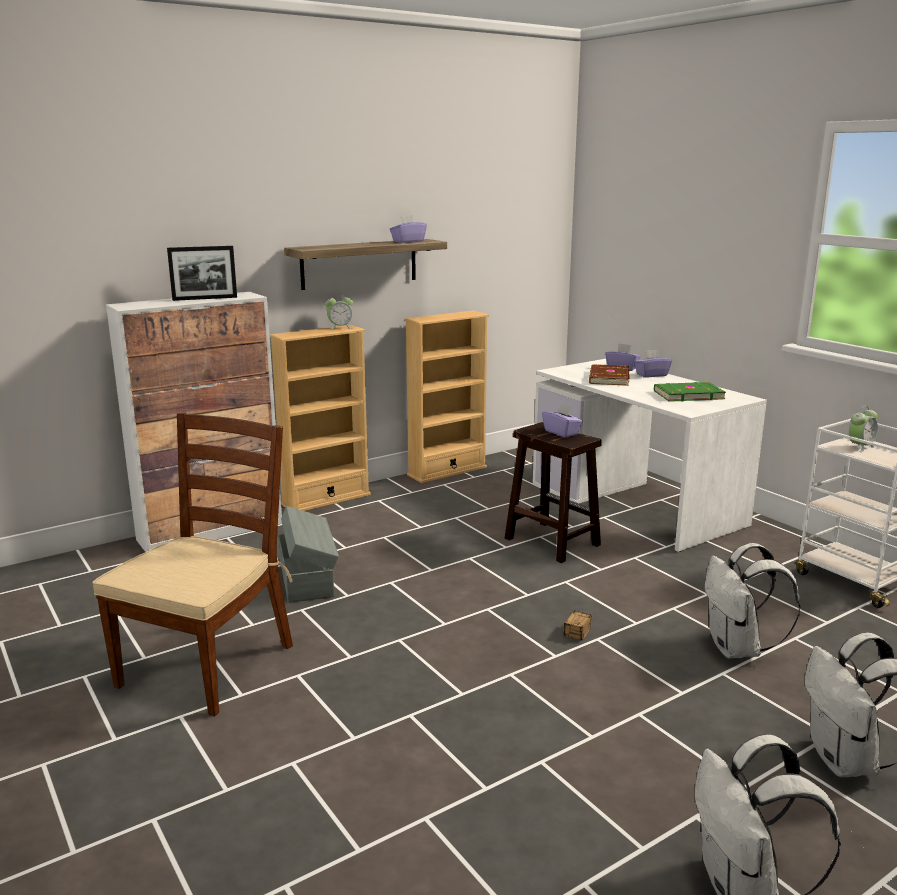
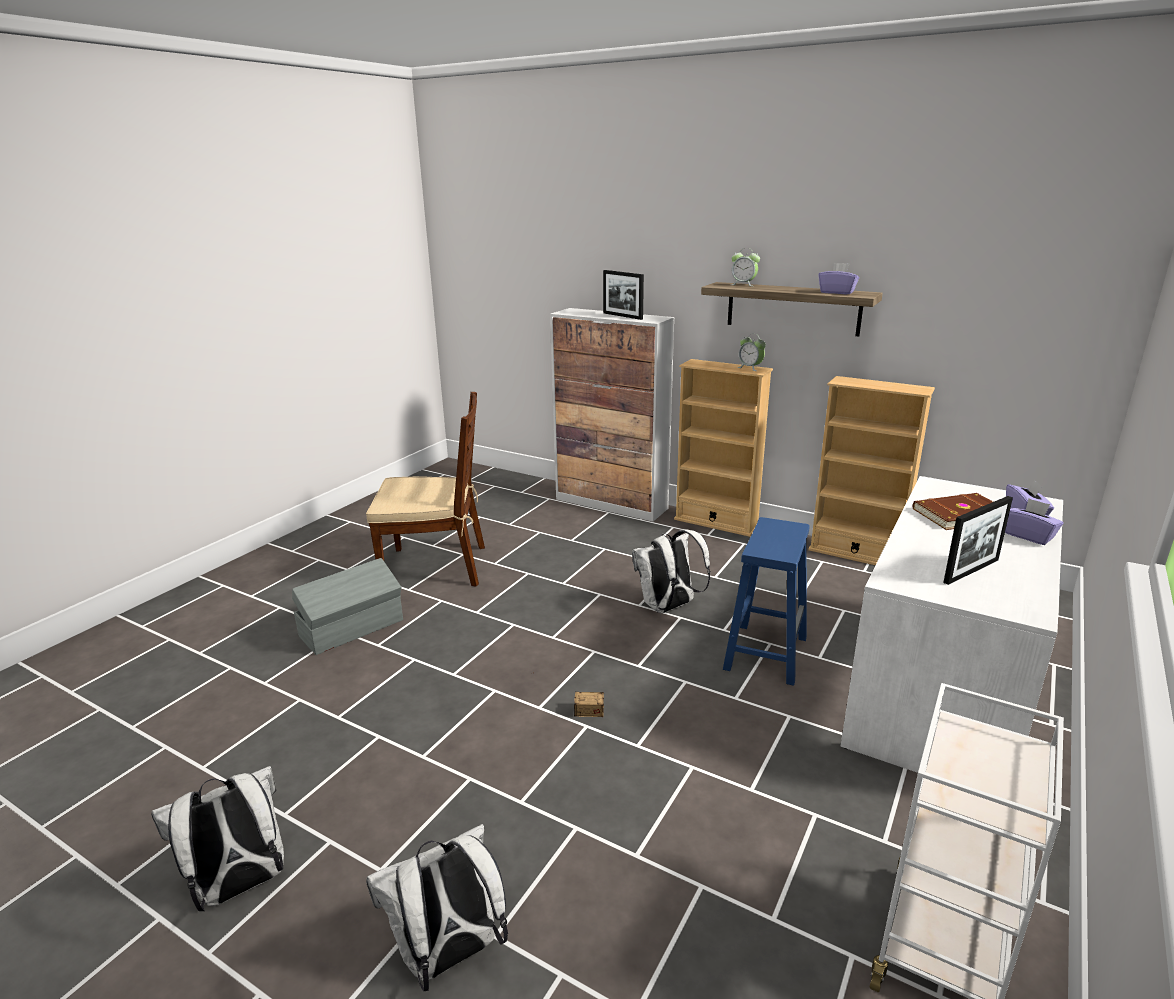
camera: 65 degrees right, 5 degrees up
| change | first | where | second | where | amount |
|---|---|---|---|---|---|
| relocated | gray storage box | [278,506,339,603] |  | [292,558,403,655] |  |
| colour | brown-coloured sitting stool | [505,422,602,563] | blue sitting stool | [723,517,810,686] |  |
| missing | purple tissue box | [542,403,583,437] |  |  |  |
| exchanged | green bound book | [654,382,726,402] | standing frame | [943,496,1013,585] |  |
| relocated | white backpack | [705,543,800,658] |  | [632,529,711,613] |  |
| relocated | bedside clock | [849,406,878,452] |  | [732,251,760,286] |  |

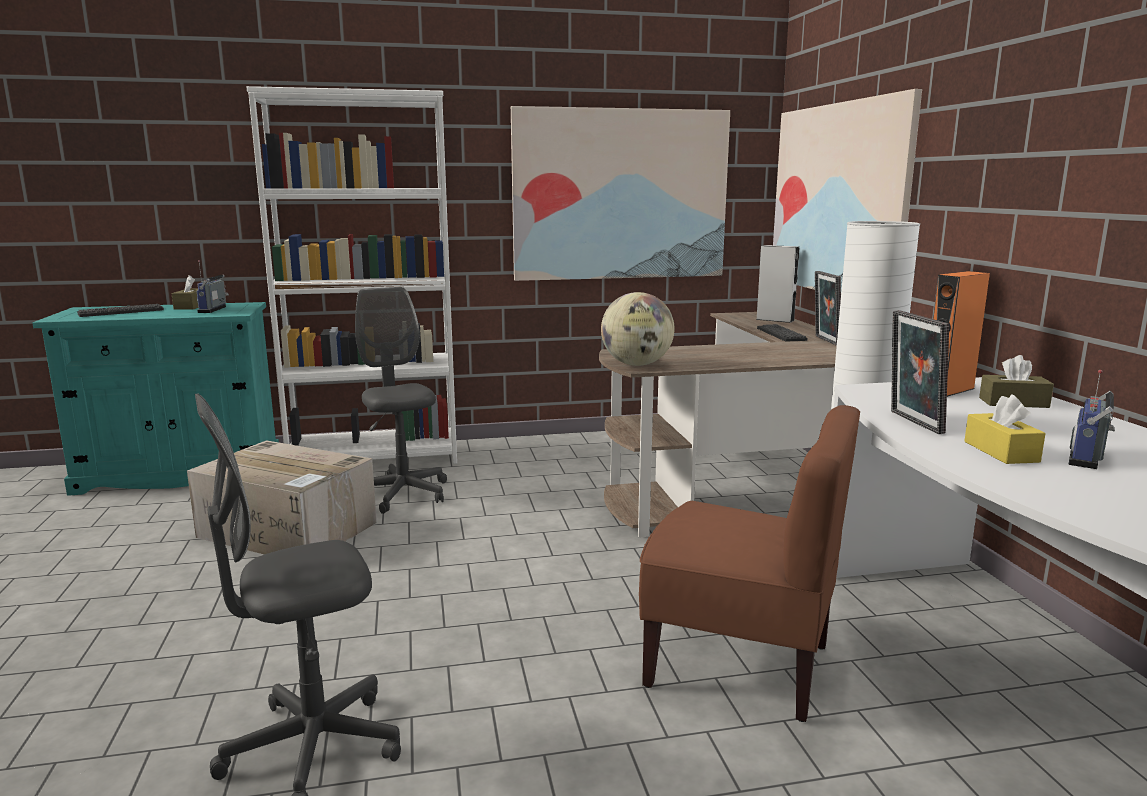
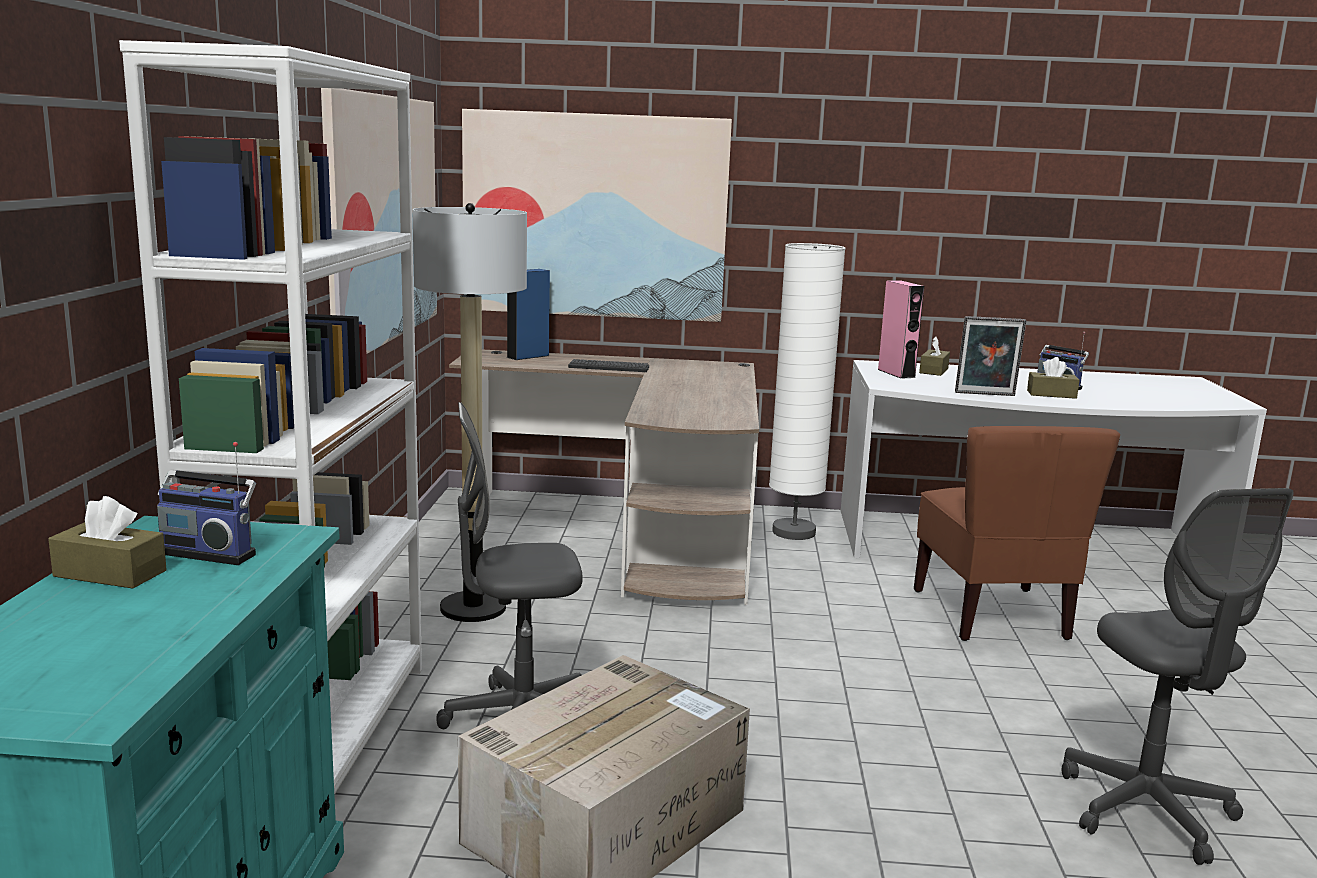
camera: 75 degrees left, 0 degrees up
| change | first | where | second | where | amount |
|---|---|---|---|---|---|
| missing | PC keyboard | [77,304,164,317] |  |  |  |
| missing | desk globe | [601,292,675,366] |  |  |  |
| spun | brown-coloured chair | [639,405,860,722] |  | [914,426,1120,641] | 135 degrees clockwise |
| colour | gray loudspeaker | [756,245,799,323] | blue loudspeaker | [506,269,550,360] |  |
| missing | standing frame | [815,271,841,346] |  |  |  |
| colour | orangey loudspeaker | [933,271,990,397] | pink-coloured loudspeaker | [877,280,924,379] |  |
| colour | yellow-coloured tissue box | [964,394,1046,464] | brown-coloured tissue box | [1027,357,1080,399] |  |
| appeared |  |  | standard lamp | [412,203,527,622] |  |

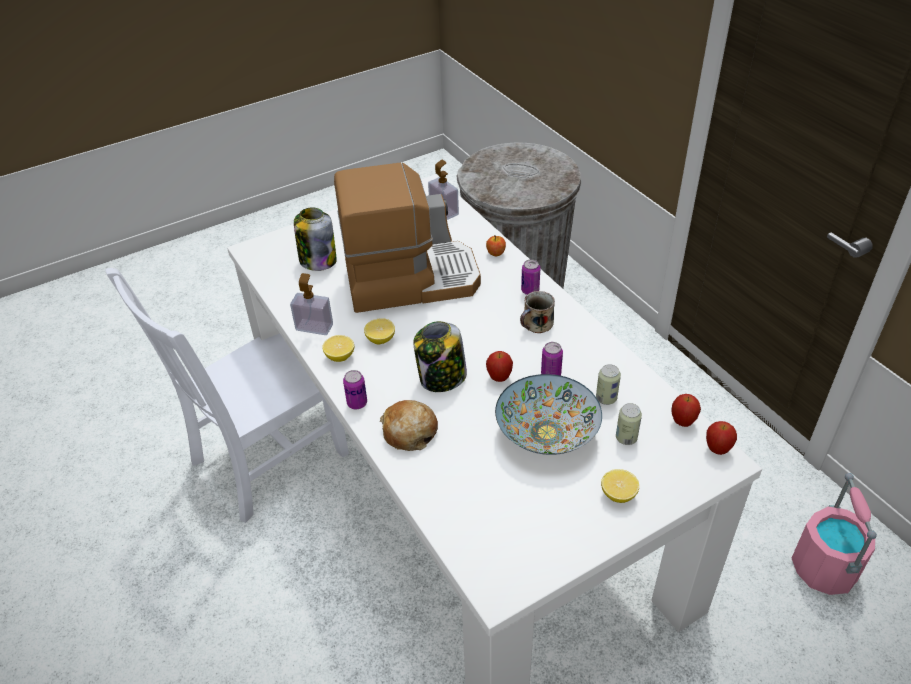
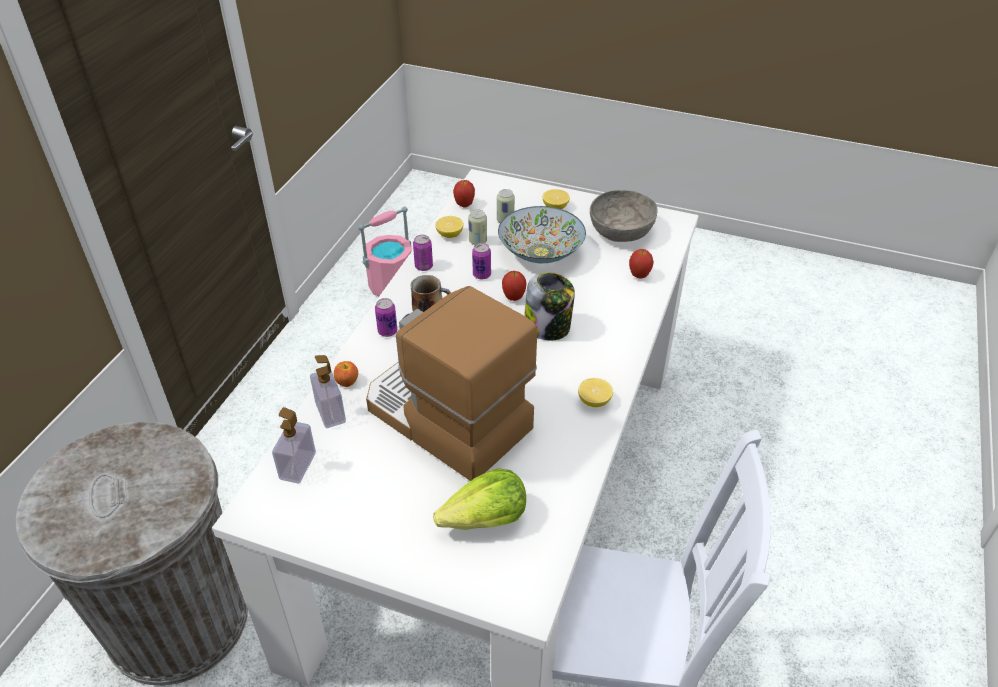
camera: 130 degrees left, 0 degrees up
| change | first | where | second | where | amount |
|---|---|---|---|---|---|
| relocated | soap bottle | [290,273,333,335] |  | [310,355,346,428] |  |
| exchanged | jar | [294,208,337,271] | head of lettuce | [433,468,526,530] |  |
| relocated | metal can | [343,370,367,409] |  | [413,235,433,271] |  |
| relocated | whole lemon | [364,318,395,345] |  | [435,216,463,238] |  |
| missing | bread | [380,400,438,451] |  |  |  |
| relocated | apple | [706,421,737,455] |  | [629,249,654,279] |  |
| appeared |  |  | gray serving bowl | [590,190,658,242] |  |

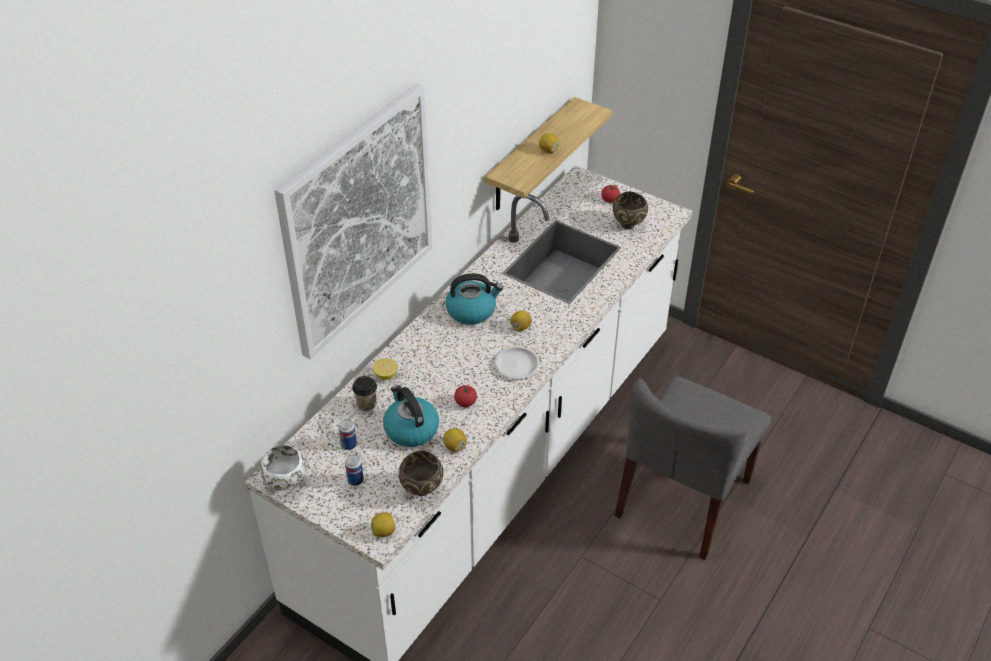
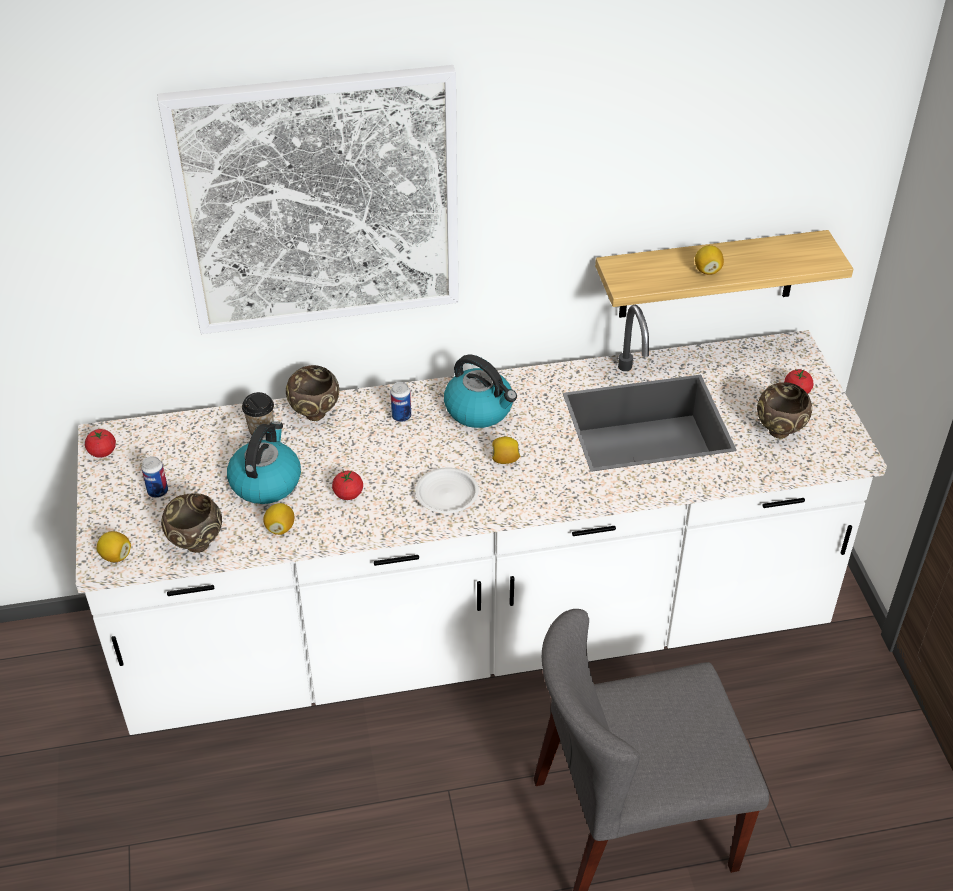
camera: 45 degrees right, 0 degrees up
| change | first | where | second | where | amount |
|---|---|---|---|---|---|
| exchanged | white serving bowl | [260,445,306,490] | whole tomato | [85,429,116,458] |  |
| relocated | metal can | [338,419,357,450] |  | [390,382,411,422] |  |
| exchanged | whole lemon | [373,358,398,380] | brown-coloured serving bowl | [286,365,339,421] |  |

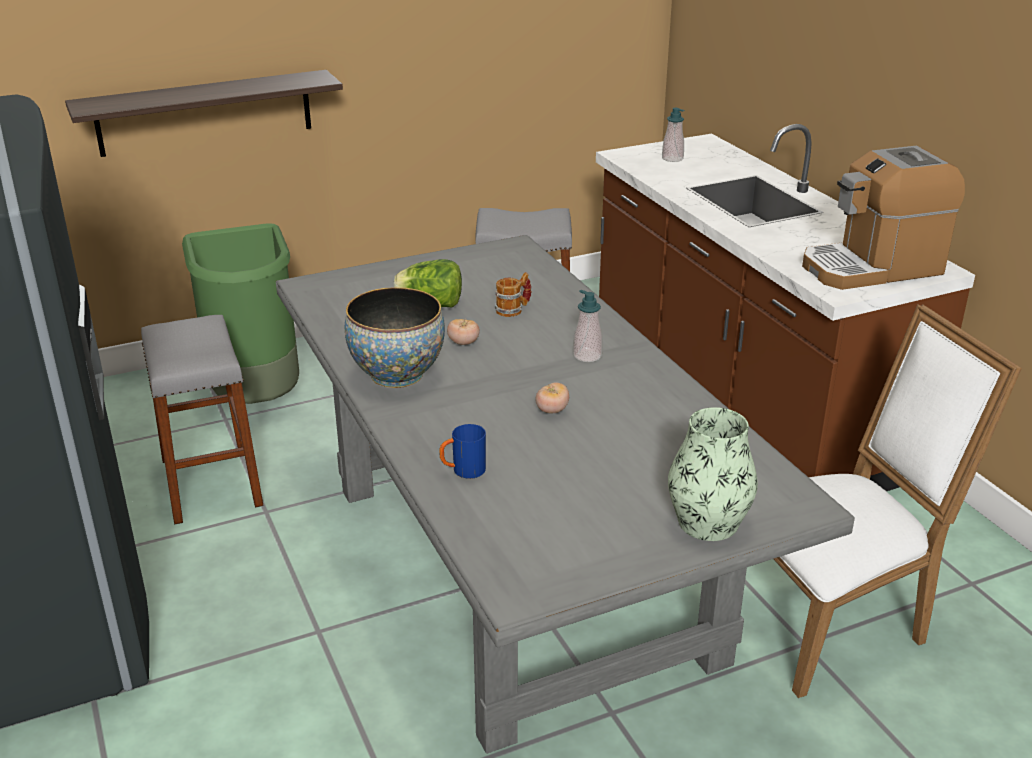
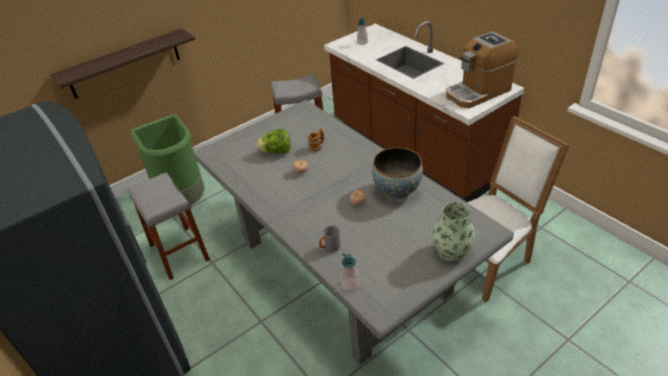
camera: 10 degrees left, 10 degrees up
| change | first | where | second | where | amount |
|---|---|---|---|---|---|
| relocated | serving bowl | [345,287,445,388] |  | [372,147,423,200] |  |
| colour | blue coffee mug | [439,424,486,479] | gray coffee mug | [319,226,341,252] |  |
| relocated | soap bottle | [573,290,603,362] |  | [341,253,360,291] |  |

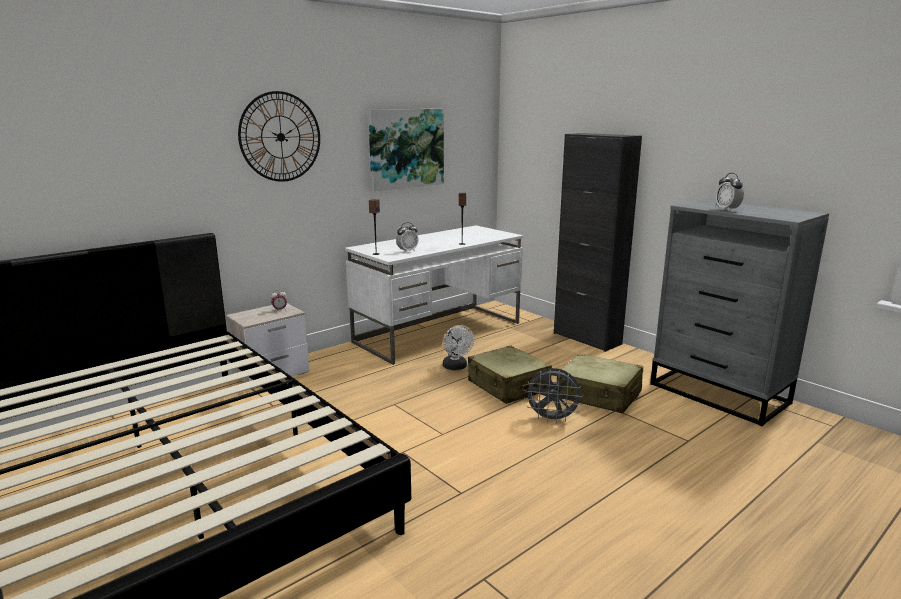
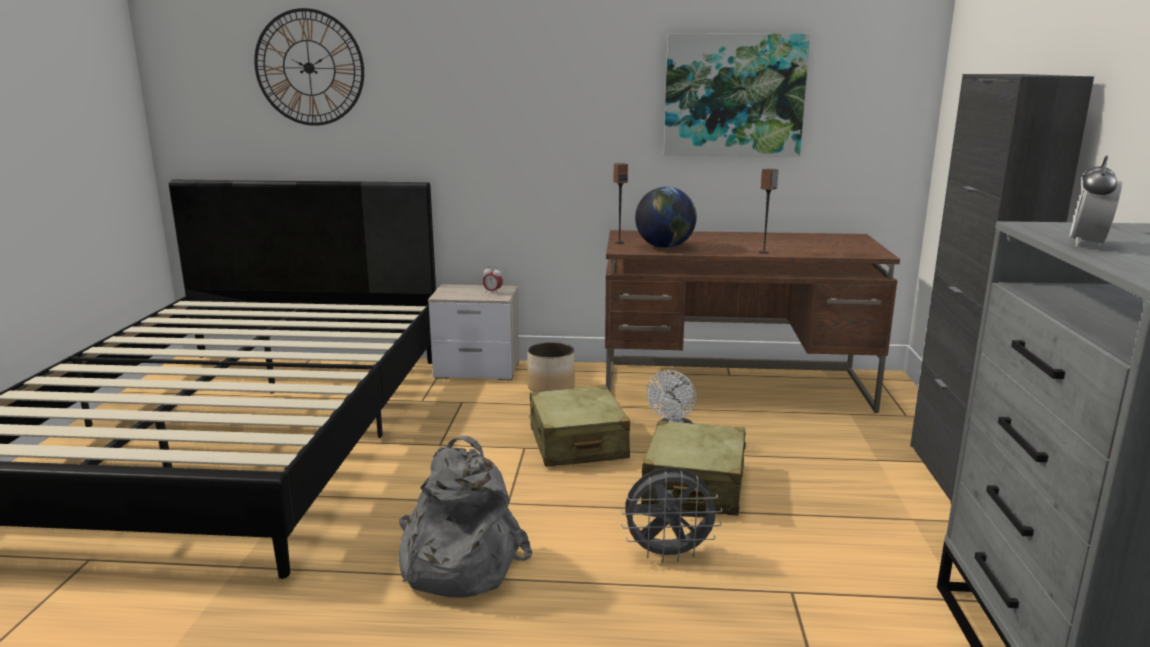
camera: 45 degrees right, 0 degrees up
| change | first | where | second | where | amount |
|---|---|---|---|---|---|
| relocated | clock on the wall | [238,91,320,182] |  | [254,8,364,126] |  |
| colour | white desk table | [345,225,523,365] | brown-coloured desk table | [605,230,900,413] |  |
| exchanged | bedside clock | [396,222,419,253] | desk globe | [635,187,697,248] |  |
| spun | gray electric fan | [524,368,583,423] |  | [621,468,723,562] | 60 degrees counterclockwise |
| relocated | beige-coloured suitcase | [557,354,643,414] |  | [529,385,630,467] |  |
| appeared |  |  | gray backpack | [398,436,532,598] |  |
| appeared |  |  | planter | [527,342,575,392] |  |

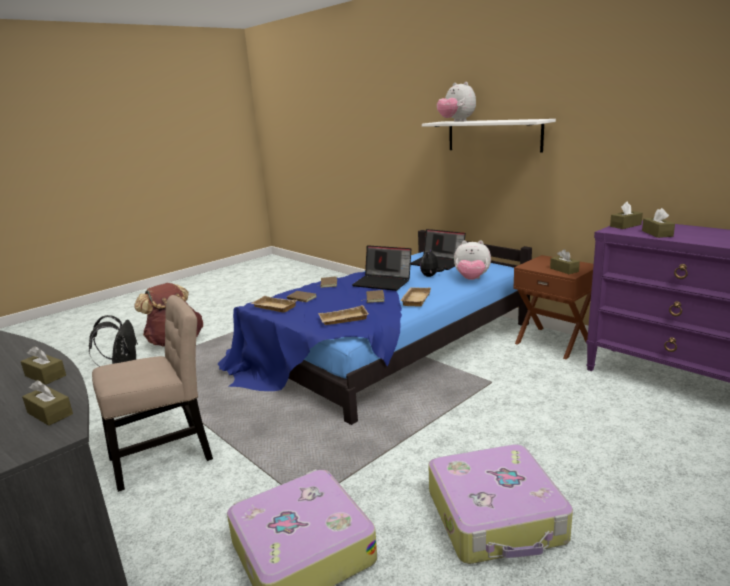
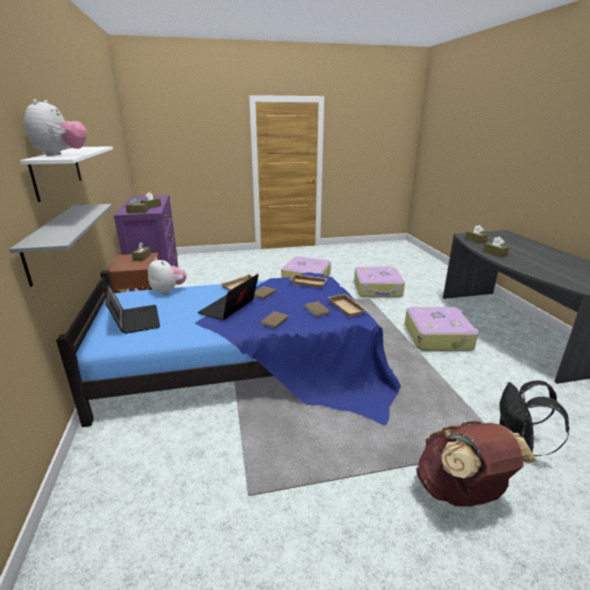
camera: 150 degrees left, 5 degrees up
| change | first | where | second | where | amount |
|---|---|---|---|---|---|
| exchanged | beige-coloured chair | [92,295,213,492] | suitcase | [405,307,479,351] |  |
| spun | laptop | [352,245,411,291] |  | [198,274,258,320] | 120 degrees counterclockwise |
| missing | plush toy | [420,248,445,277] |  |  |  |
| appeared |  |  | gray wall shelf | [9,204,112,287] |  |

